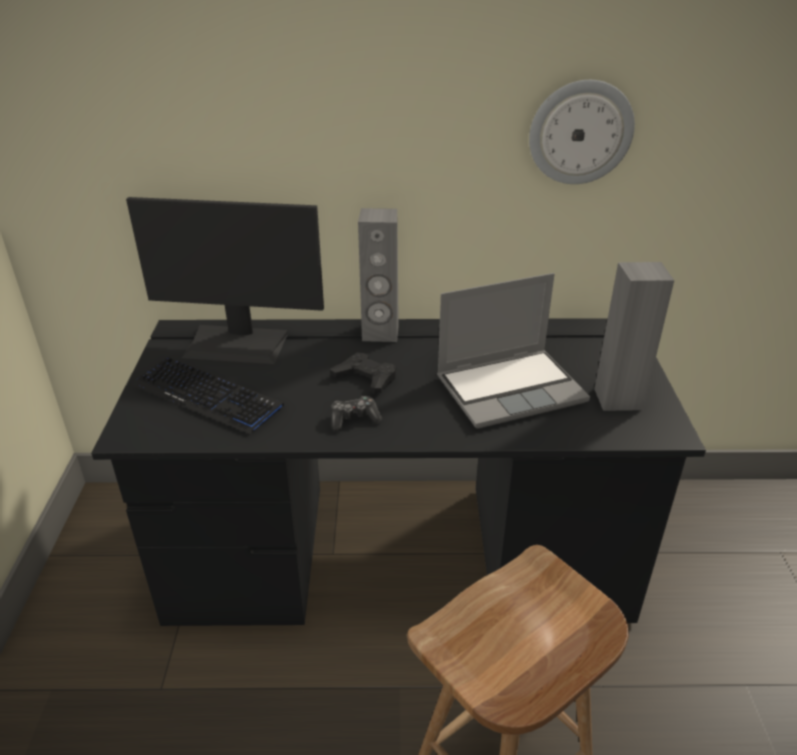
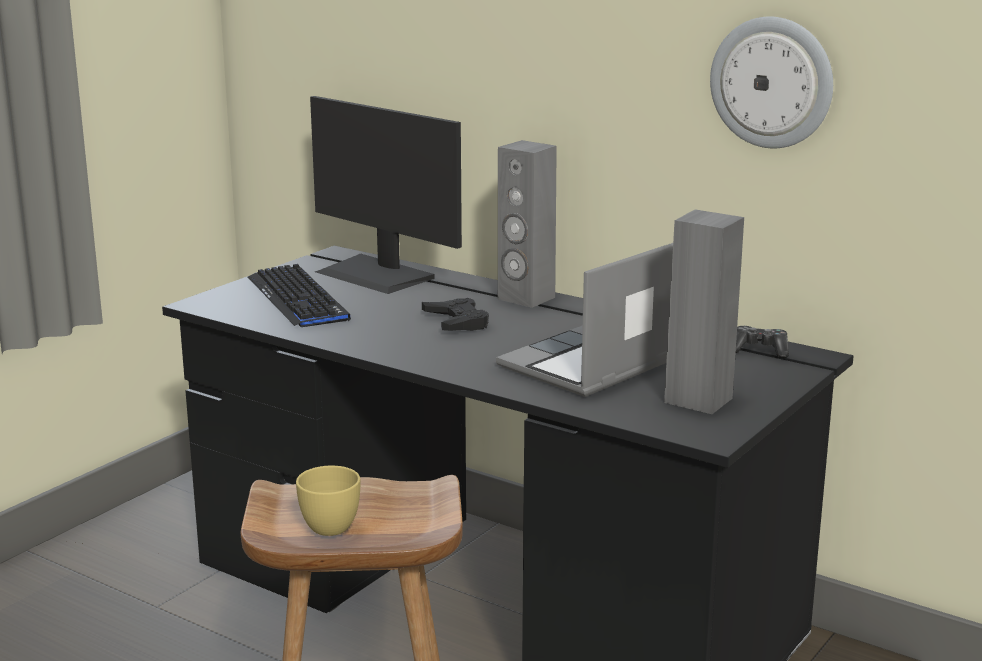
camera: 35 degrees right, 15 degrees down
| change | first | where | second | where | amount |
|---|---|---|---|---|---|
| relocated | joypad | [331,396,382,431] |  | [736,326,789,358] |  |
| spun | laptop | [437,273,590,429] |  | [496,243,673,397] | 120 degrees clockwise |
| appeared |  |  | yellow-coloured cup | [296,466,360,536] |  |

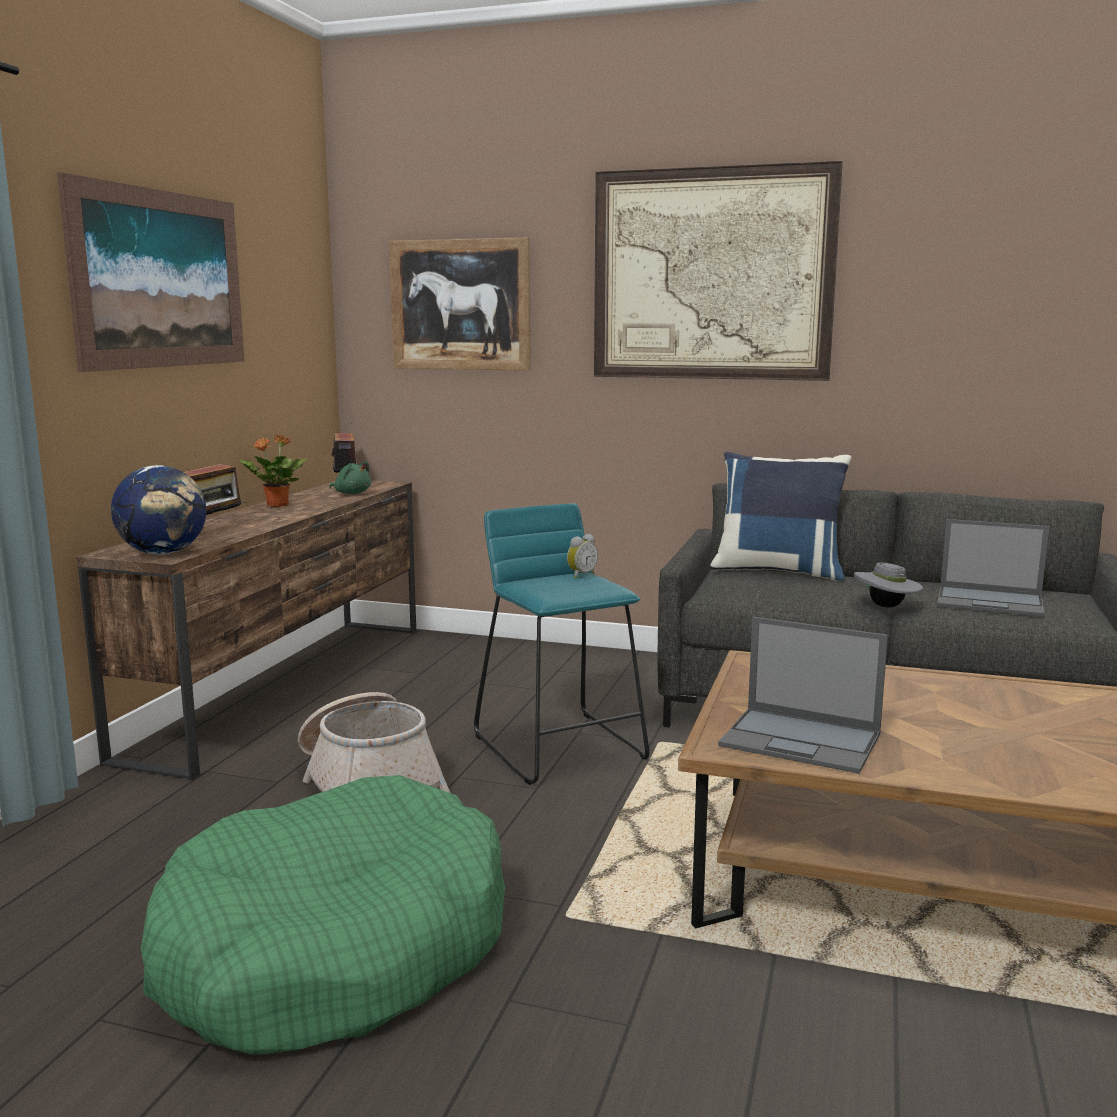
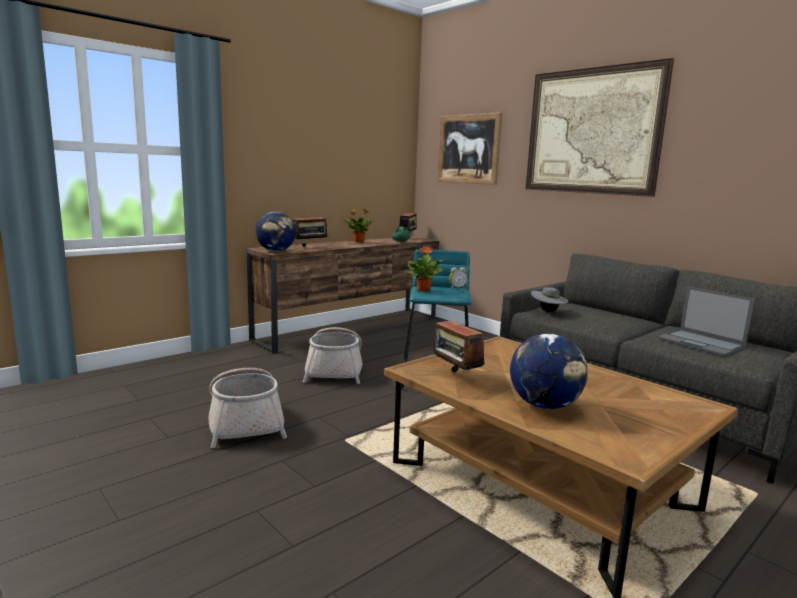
camera: 30 degrees right, 0 degrees up
| change | first | where | second | where | amount |
|---|---|---|---|---|---|
| missing | picture | [57,172,245,372] |  |  |  |
| exchanged | green pet bed | [141,775,505,1054] | basket | [209,368,287,448] |  |
| missing | blue throw pillow | [710,452,851,581] |  |  |  |
| exchanged | laptop | [718,617,888,774] | radio receiver | [433,310,485,372] |  |
| relocated | gray hat | [854,562,923,608] |  | [531,287,569,312] |  |
| appeared |  |  | houseplant | [408,246,443,292] |  |
| appeared |  |  | desk globe | [510,334,588,409] |  |

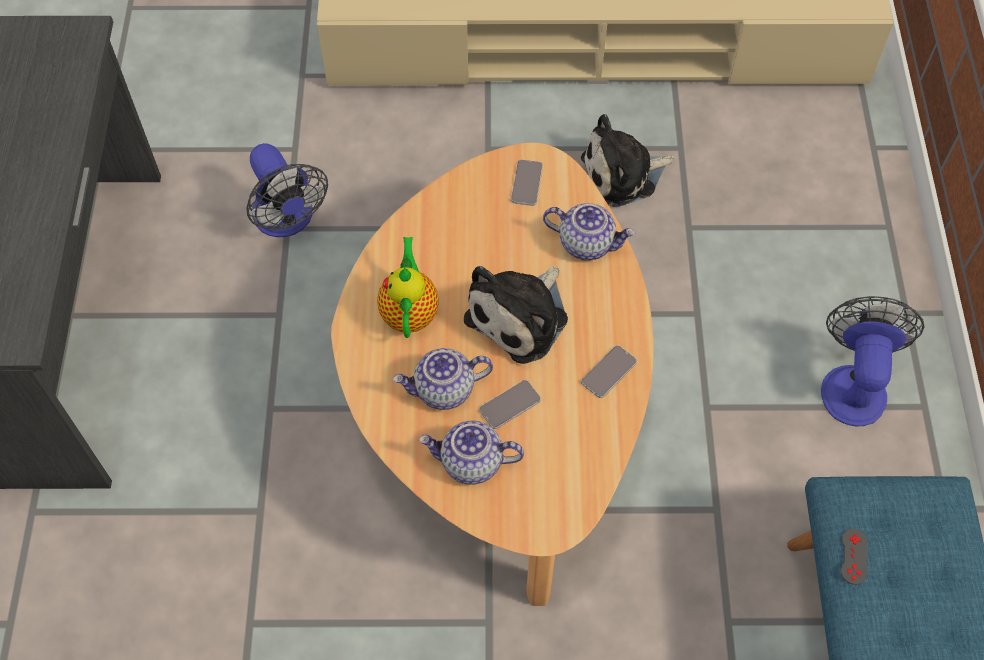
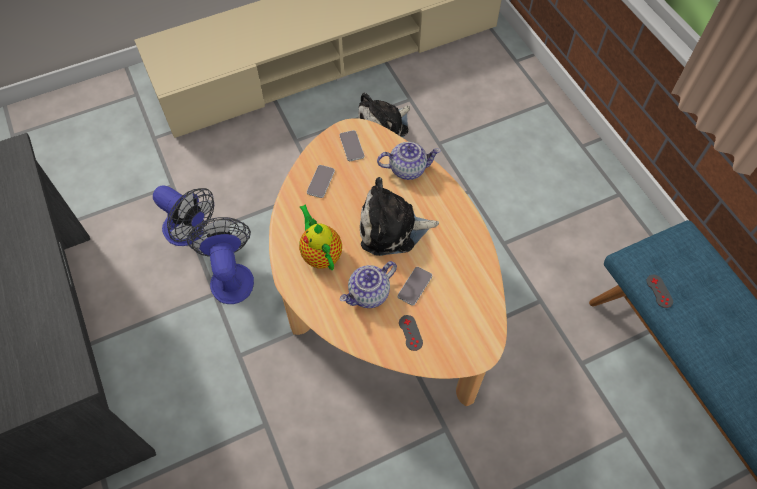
camera: 25 degrees left, 0 degrees up
| change | first | where | second | where | amount |
|---|---|---|---|---|---|
| exchanged | tea pot | [419,421,524,485] | gray joypad | [399,315,423,351] |  |
| spun | plush toy | [464,266,568,364] |  | [360,177,439,256] | 75 degrees clockwise |
| relocated | phone | [581,345,637,398] |  | [307,165,335,198] |  |
| relocated | electric fan | [821,296,924,427] |  | [187,217,254,304] |  |

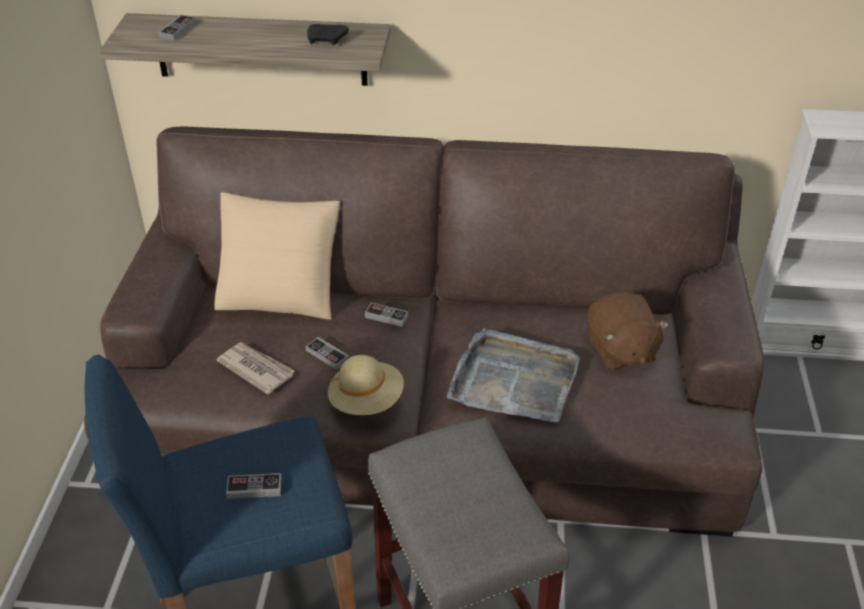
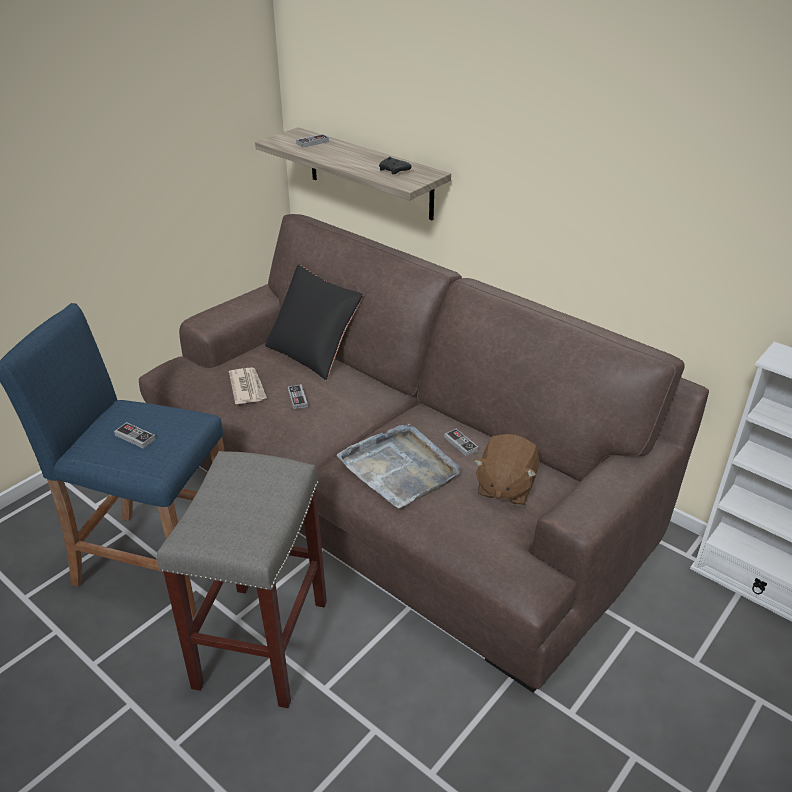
camera: 35 degrees right, 5 degrees down
| change | first | where | second | where | amount |
|---|---|---|---|---|---|
| colour | beige-coloured throw pillow | [214,192,340,320] | black throw pillow | [265,264,363,380] |  |
| missing | beige-coloured hat | [328,355,404,415] |  |  |  |
| relocated | joypad | [365,303,408,327] |  | [444,429,478,456] |  |

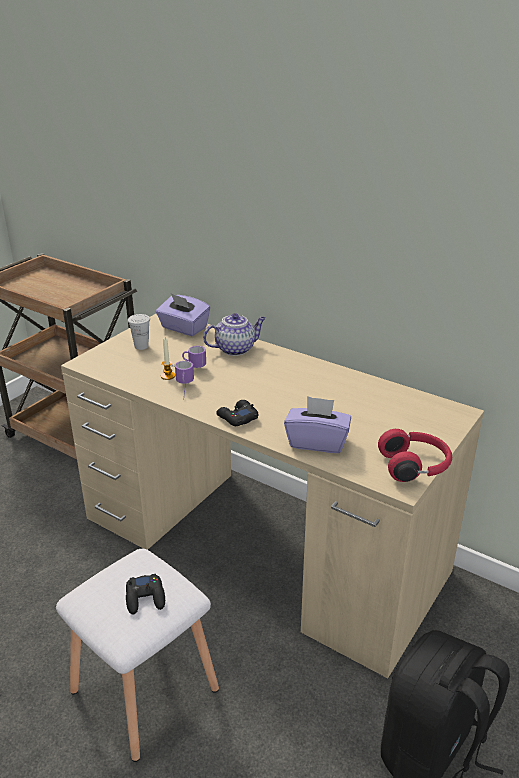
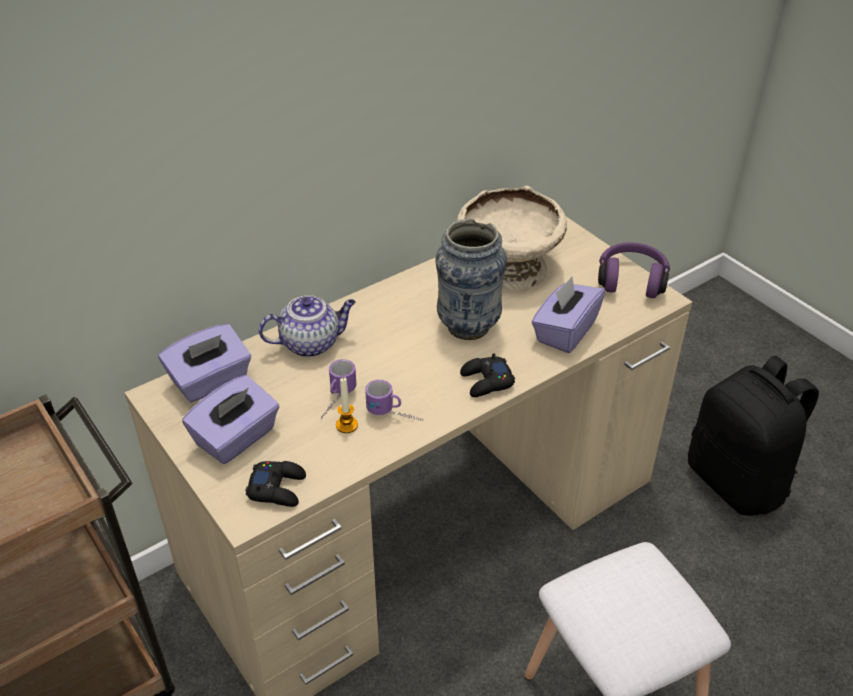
camera: 70 degrees left, 10 degrees up
| change | first | where | second | where | amount |
|---|---|---|---|---|---|
| relocated | black joypad | [126,574,165,615] |  | [245,461,306,507] |  |
| exchanged | white cup | [128,314,150,350] | purple tissue box | [182,375,279,464] |  |
| spun | tea pot | [203,313,266,356] |  | [259,295,356,357] | 75 degrees clockwise |
| colour | red-coloured headphones | [378,429,452,482] | purple headphones | [598,242,670,298] |  |
| appeared |  |  | decorative vase | [435,218,507,340] |  |
| appeared |  |  | beige-coloured serving bowl | [457,185,567,290] |  |

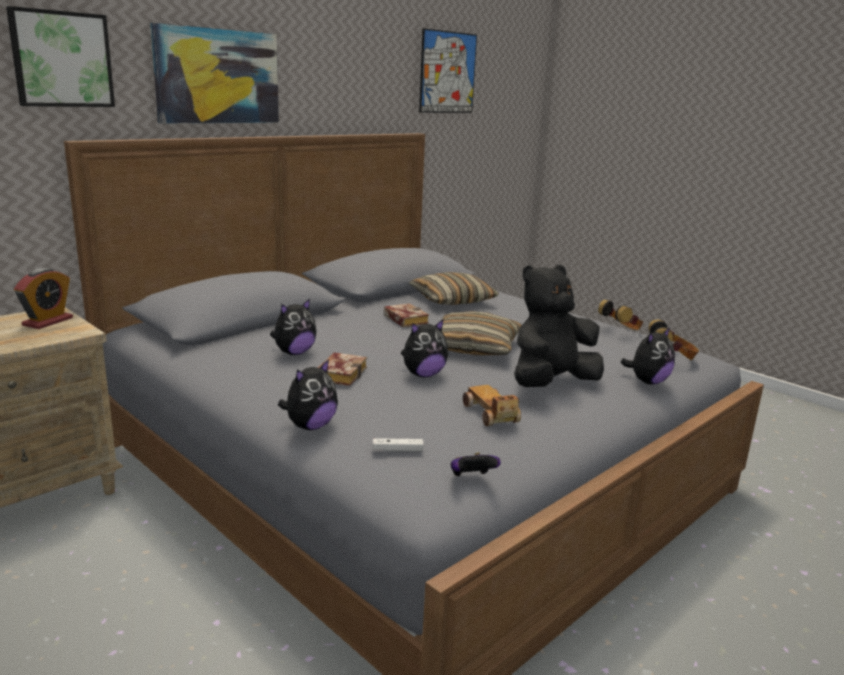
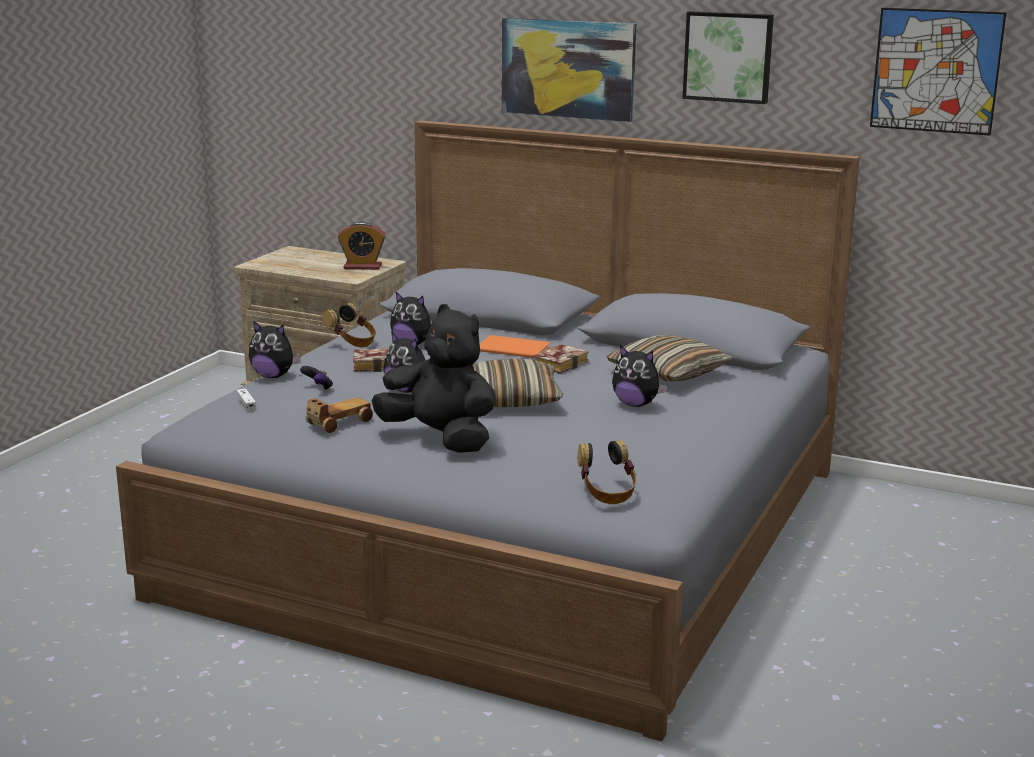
camera: 70 degrees right, 0 degrees up
| change | first | where | second | where | amount |
|---|---|---|---|---|---|
| relocated | picture | [6,6,115,107] |  | [682,11,774,104] |  |
| relocated | joypad | [451,452,501,476] |  | [300,366,333,391] |  |
| relocated | headphones | [598,300,643,330] |  | [322,303,376,347] |  |
| relocated | plush toy | [620,327,675,385] |  | [612,345,667,407] |  |
| appeared |  |  | orangey bound book | [479,335,550,358] |  |

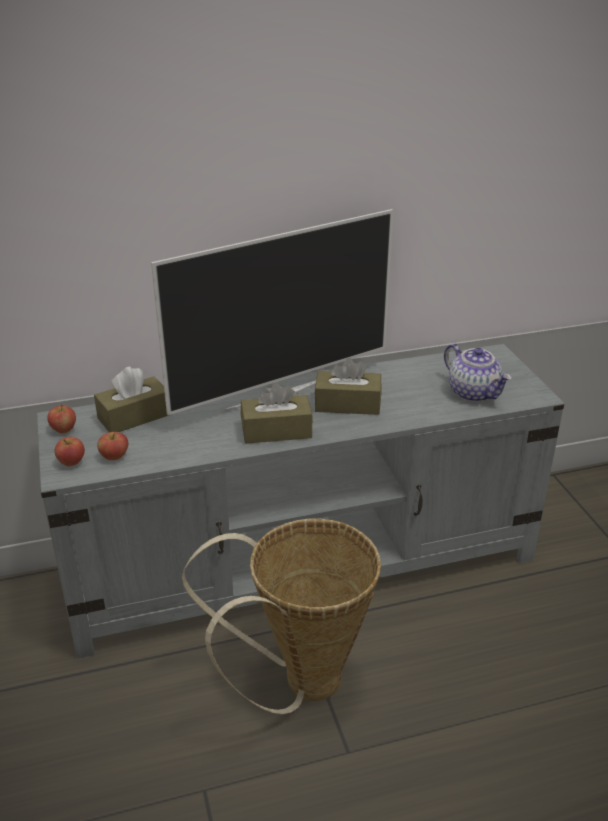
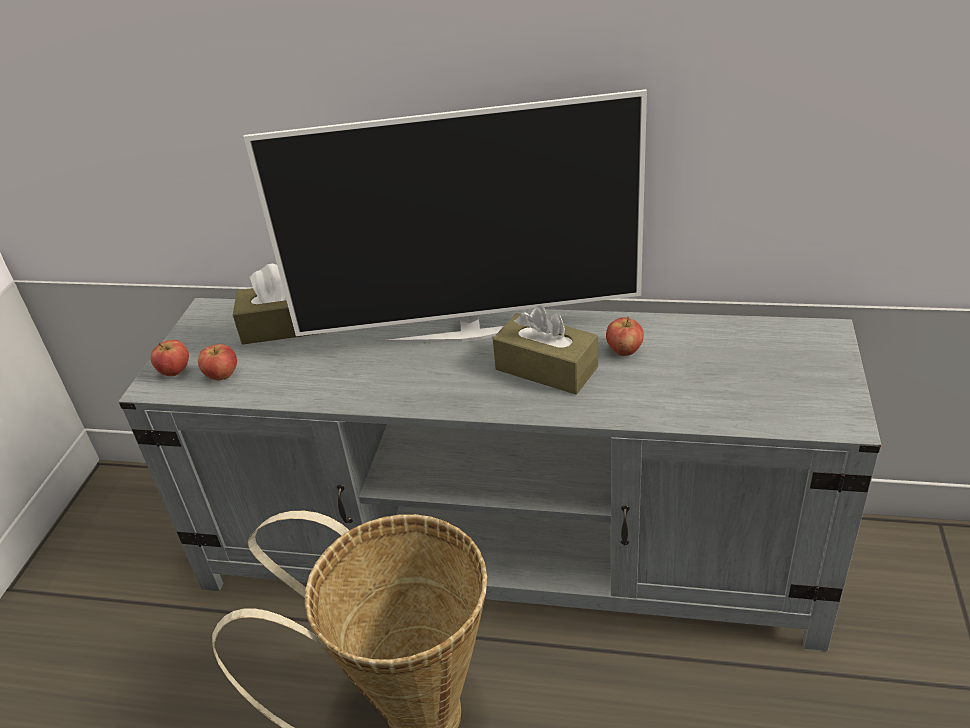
camera: 30 degrees right, 5 degrees up
| change | first | where | second | where | amount |
|---|---|---|---|---|---|
| relocated | apple | [47,404,76,434] |  | [606,316,644,356] |  |
| missing | brown-coloured tissue box | [241,383,313,444] |  |  |  |
| missing | tea pot | [444,343,512,402] |  |  |  |

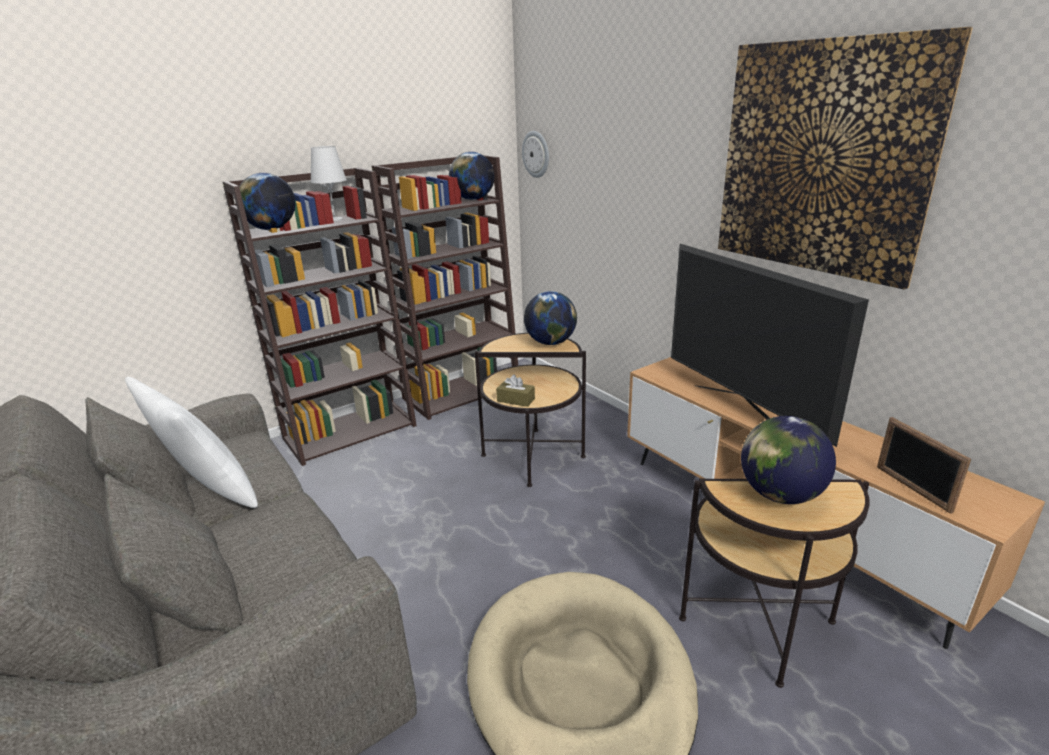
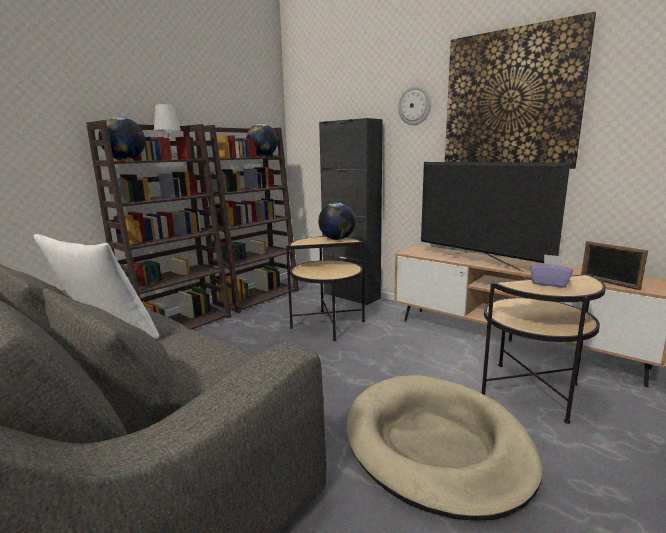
camera: 15 degrees left, 10 degrees down
| change | first | where | second | where | amount |
|---|---|---|---|---|---|
| missing | brown-coloured tissue box | [496,374,535,407] |  |  |  |
| relocated | clock on the wall | [522,131,549,178] |  | [398,86,431,125] |  |
| exchanged | desk globe | [741,416,836,504] | purple tissue box | [530,254,573,288] |  |
| appeared |  |  | black cupboard | [319,118,383,305] |  |

